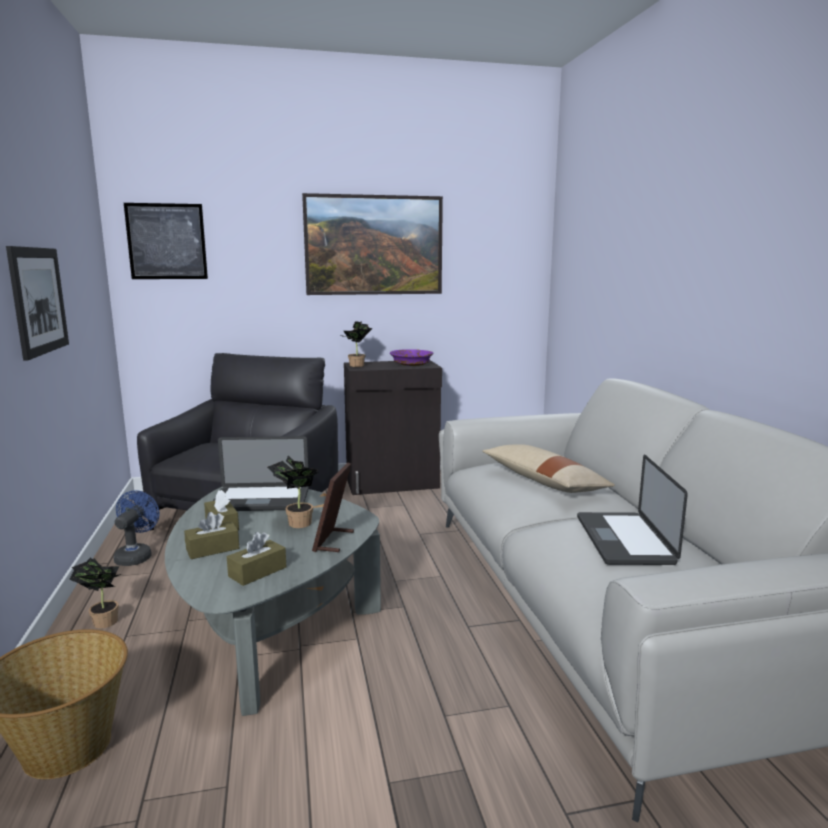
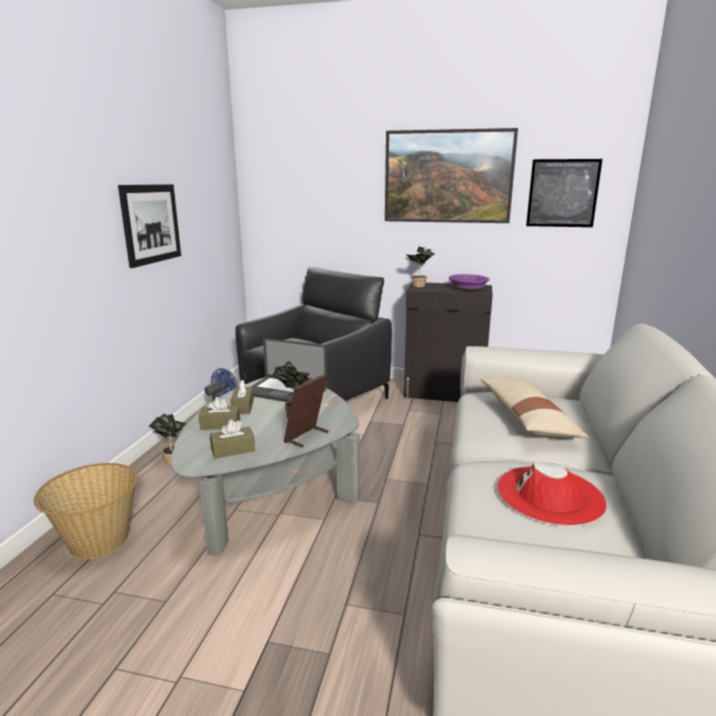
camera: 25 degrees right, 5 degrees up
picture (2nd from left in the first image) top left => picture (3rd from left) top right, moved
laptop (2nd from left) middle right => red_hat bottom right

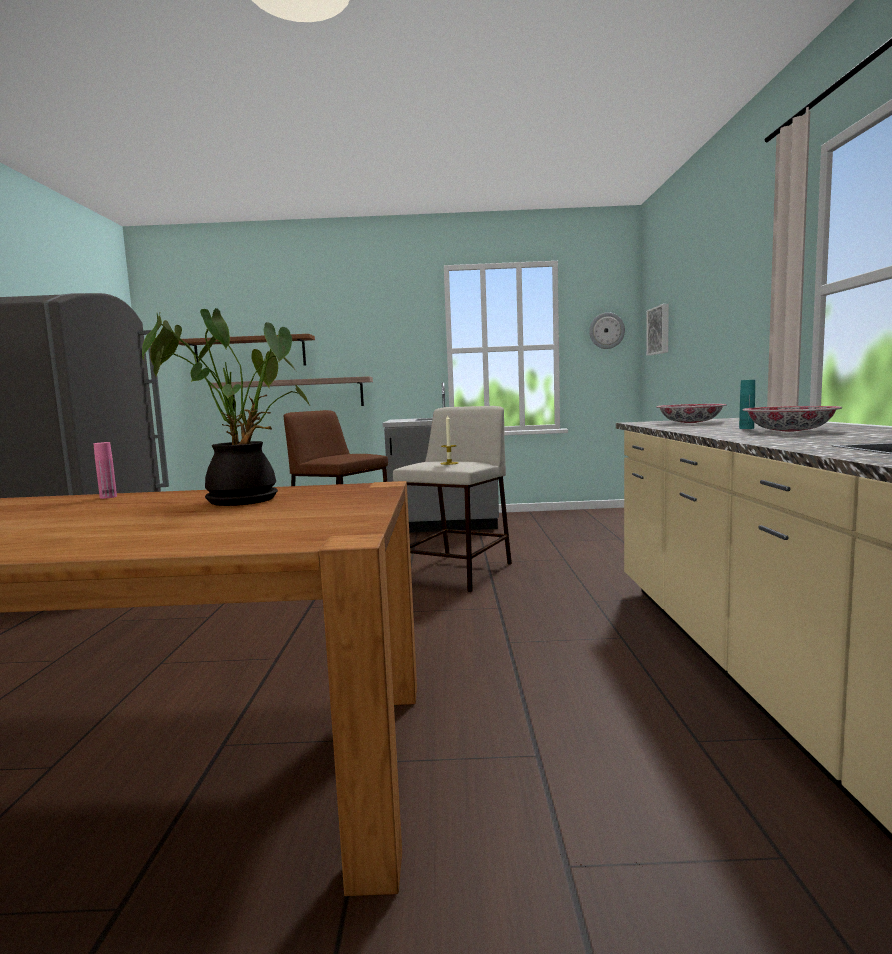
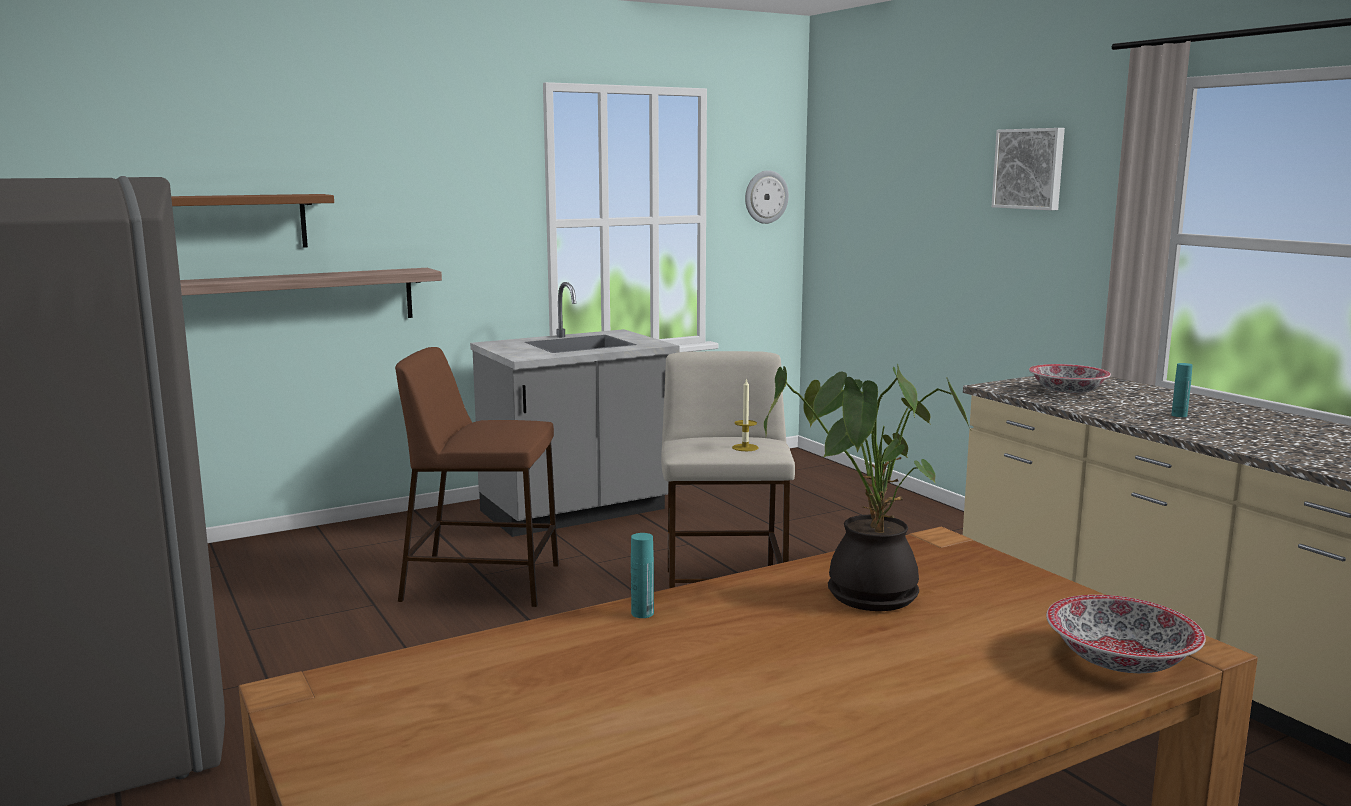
camera: 30 degrees left, 5 degrees up
picture middle right => picture top right, moved
bowl (2nd from left) middle right => bowl (2nd from left) bottom right, moved
pink_bottle middle left => turquoise_bottle (1st from left) bottom centre

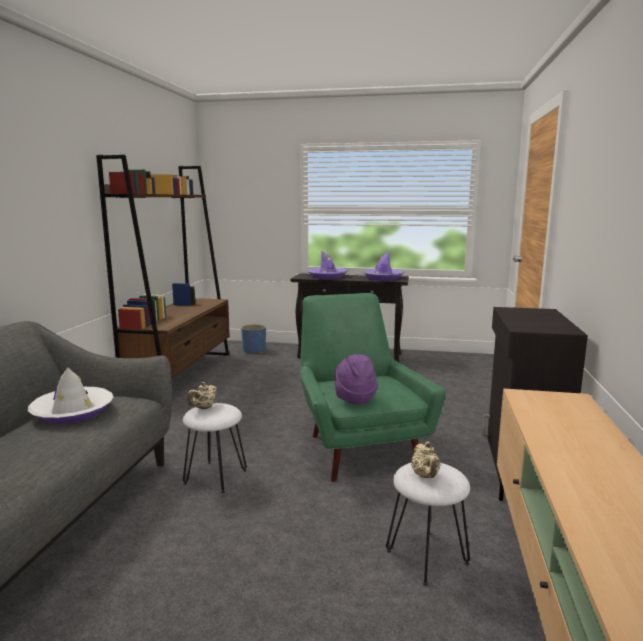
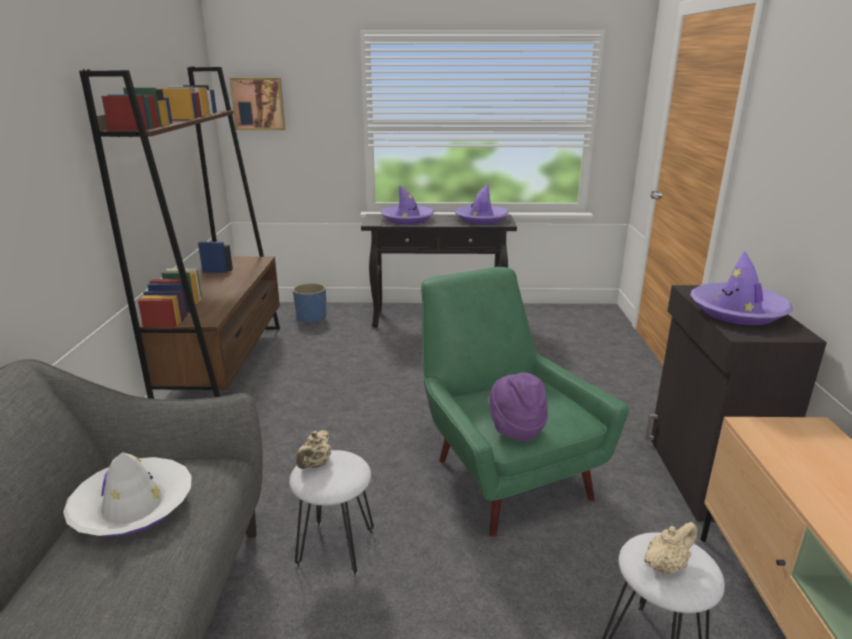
camera: 10 degrees left, 10 degrees up
nothing => picture top left
nothing => purple_hat (4th from left) middle right
beige_teapot (2nd from left) bottom centre => beige_teapot (2nd from left) bottom right, 105 degrees counterclockwise

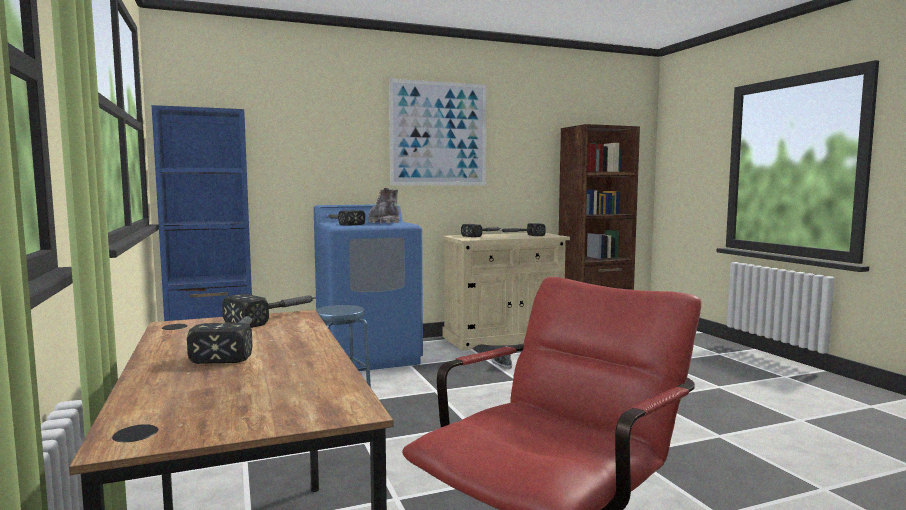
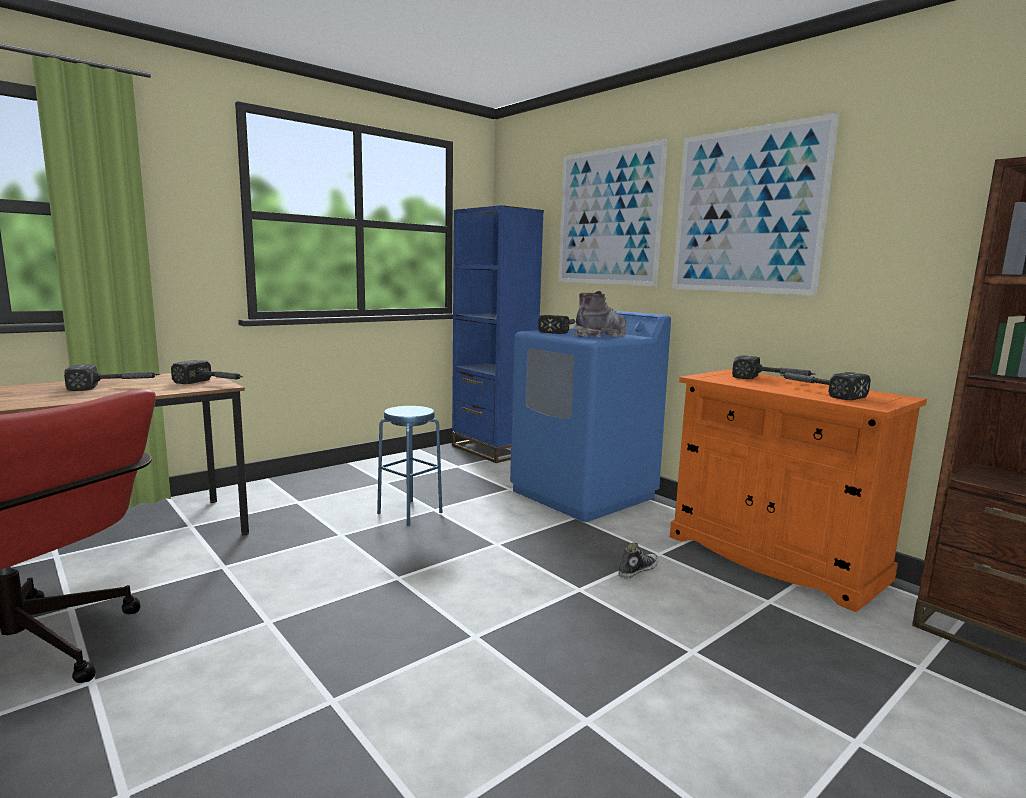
camera: 70 degrees right, 5 degrees up
nothing => picture (1st from left) top centre
beige_cabinet centre => orange_cabinet middle right

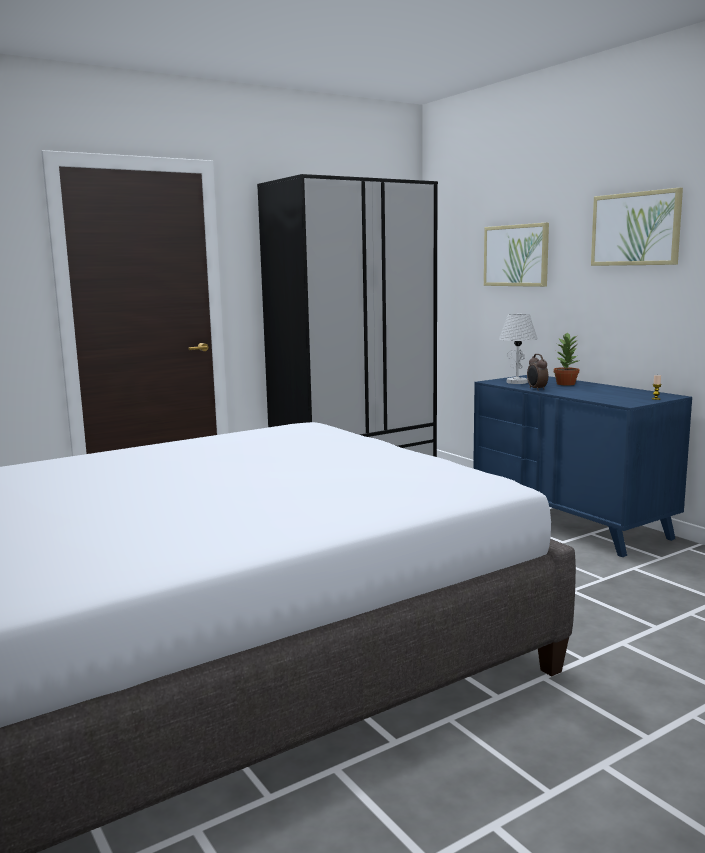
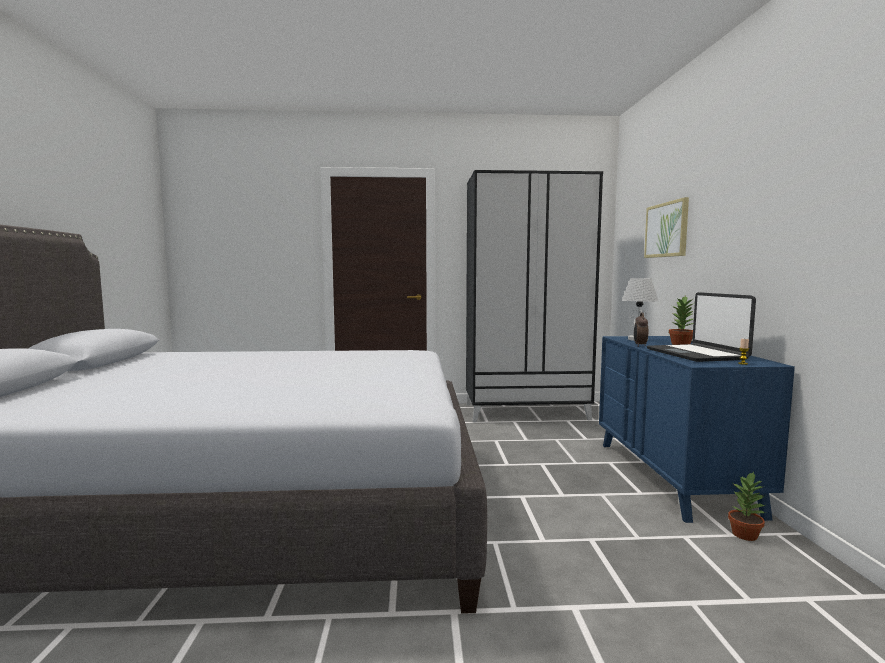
camera: 30 degrees right, 5 degrees down
picture (2nd from left) top right => nothing
nothing => laptop middle right
nothing => potted_plant (2nd from left) bottom right

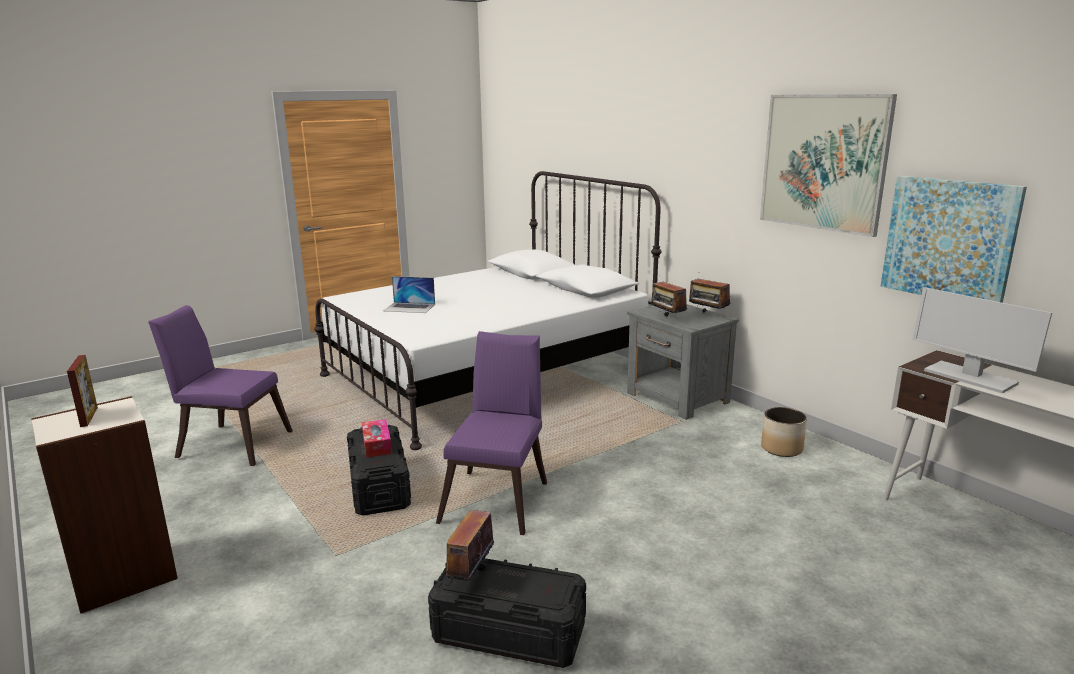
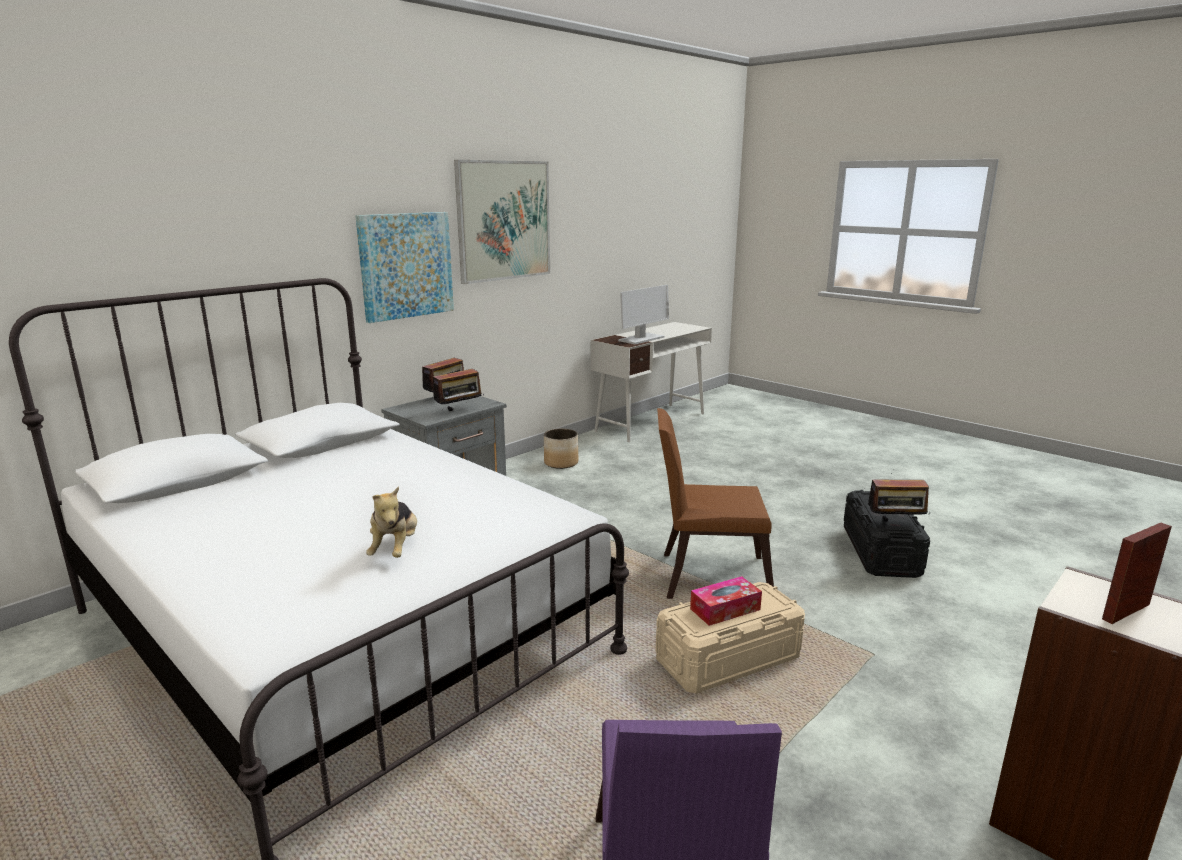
camera: 100 degrees left, 0 degrees up
picture (2nd from left in the first image) middle right => picture (1st from left) top centre, moved
laptop centre => plush_toy middle left
black_storage_box (1st from left) bottom centre => beige_storage_box bottom centre
purple_chair (2nd from left) centre => brown_chair centre

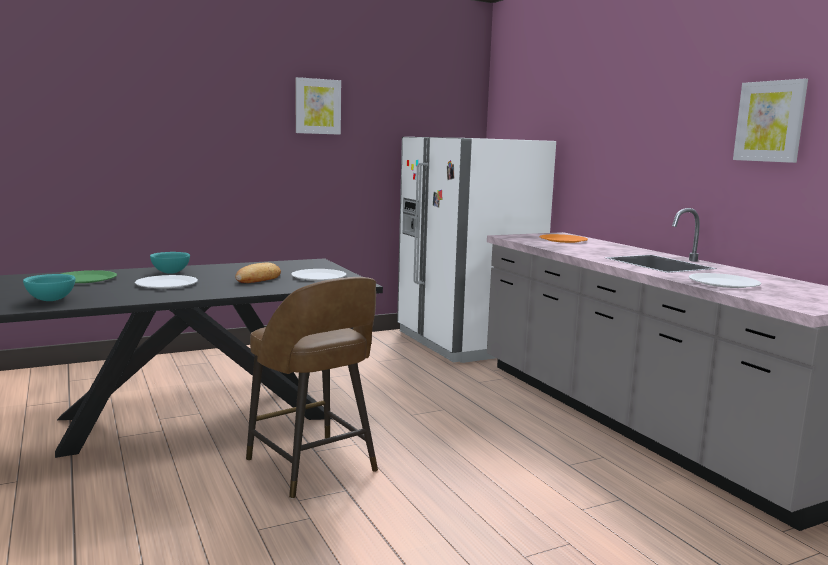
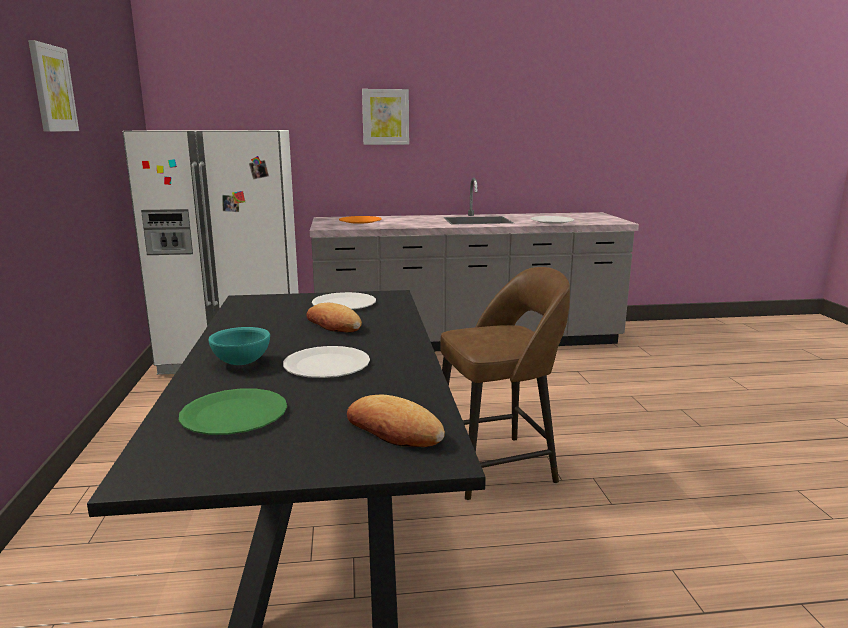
camera: 70 degrees left, 5 degrees up
picture (2nd from left) top right => picture (2nd from left) top centre, moved
turquoise_bowl (1st from left) middle left => bread (2nd from left) bottom centre

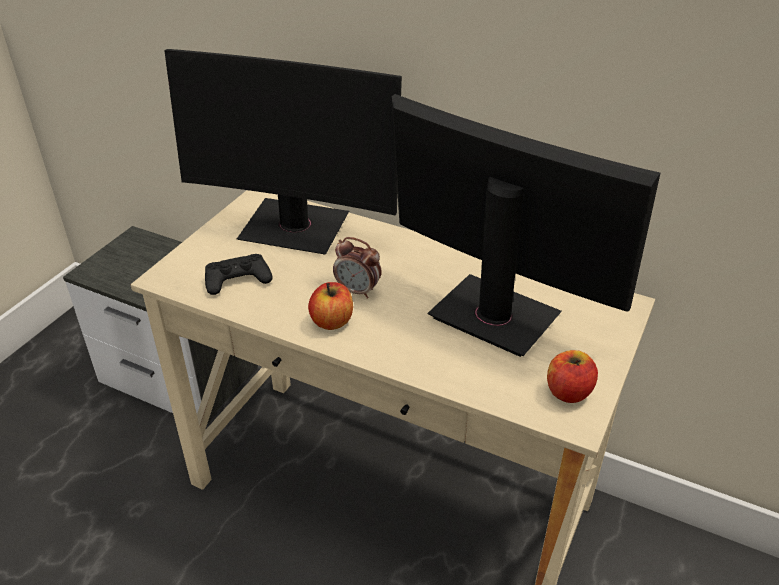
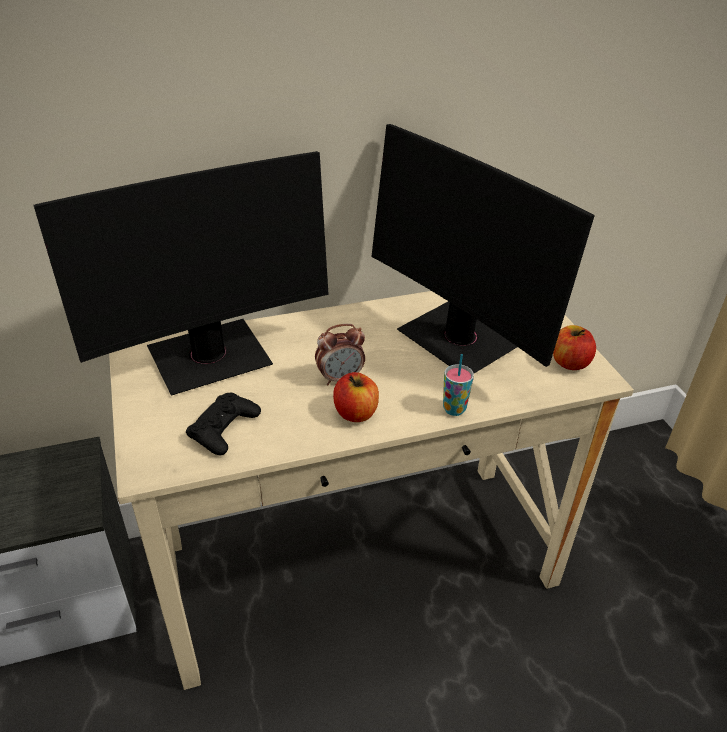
camera: 45 degrees left, 0 degrees up
nothing => cup centre
monitor (2nd from left) middle right => monitor (2nd from left) centre, 120 degrees counterclockwise

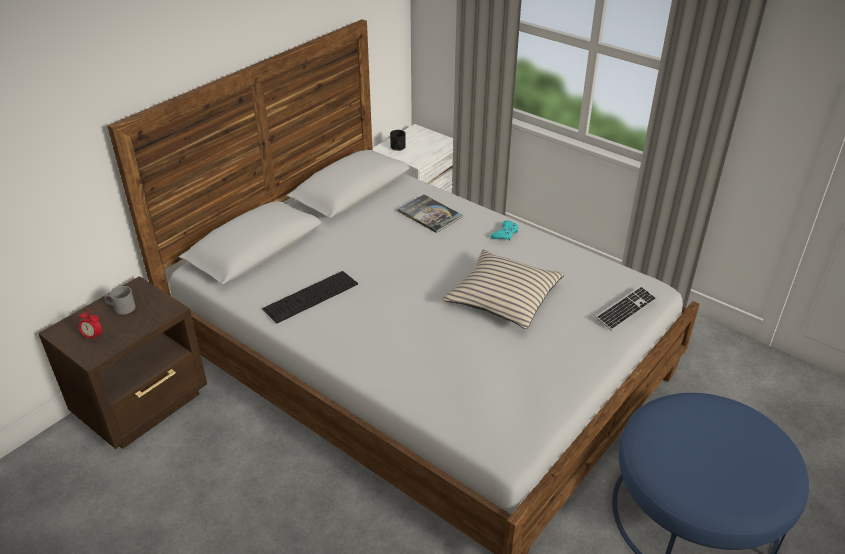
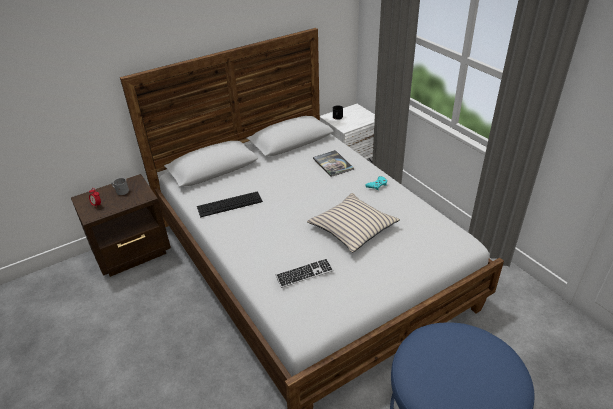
camera: 20 degrees right, 0 degrees up
keyboard (2nd from left) middle right => keyboard (2nd from left) bottom centre, moved

